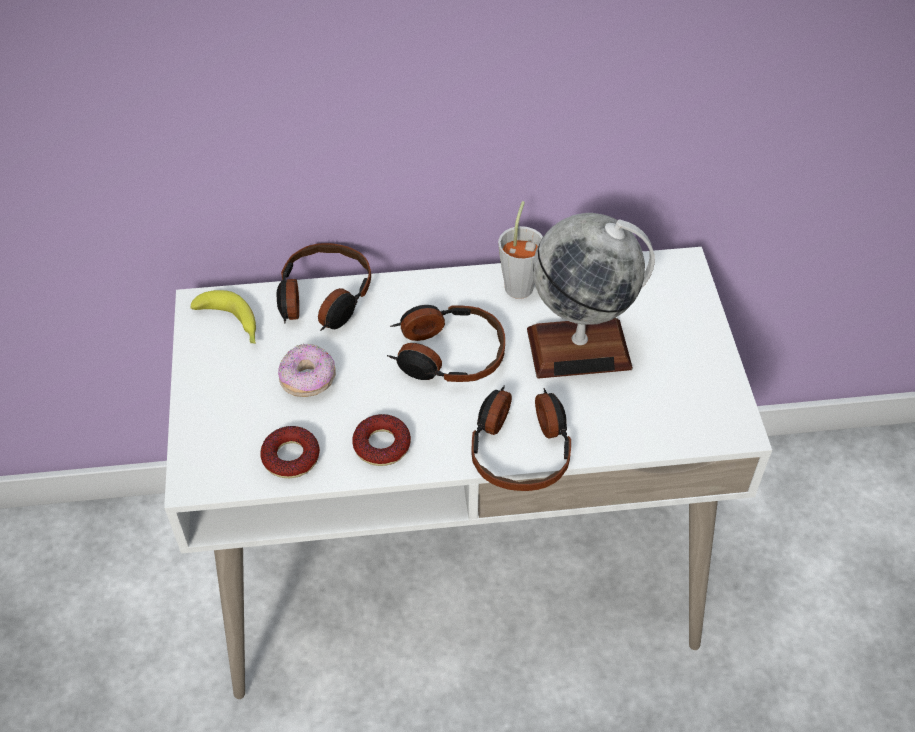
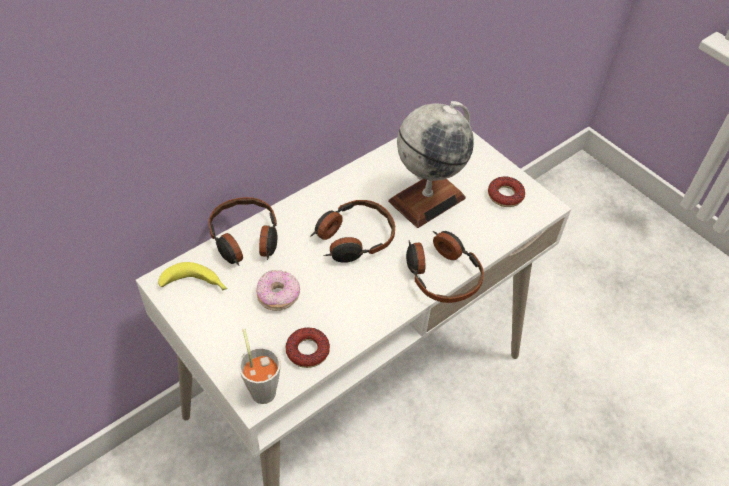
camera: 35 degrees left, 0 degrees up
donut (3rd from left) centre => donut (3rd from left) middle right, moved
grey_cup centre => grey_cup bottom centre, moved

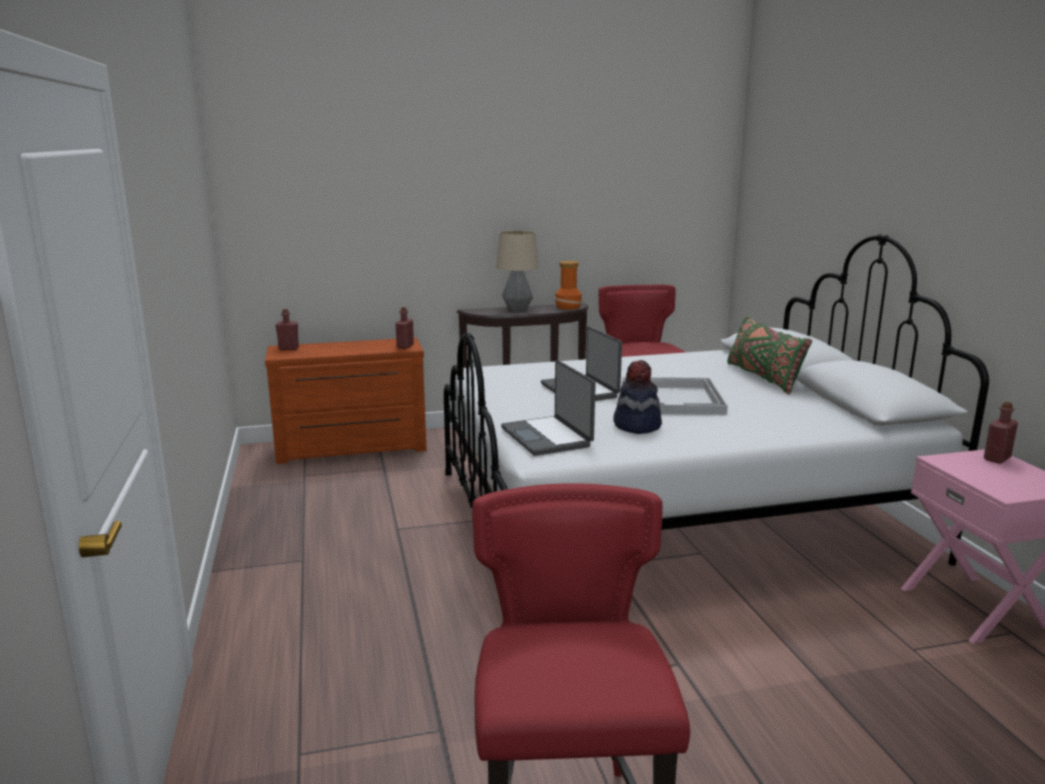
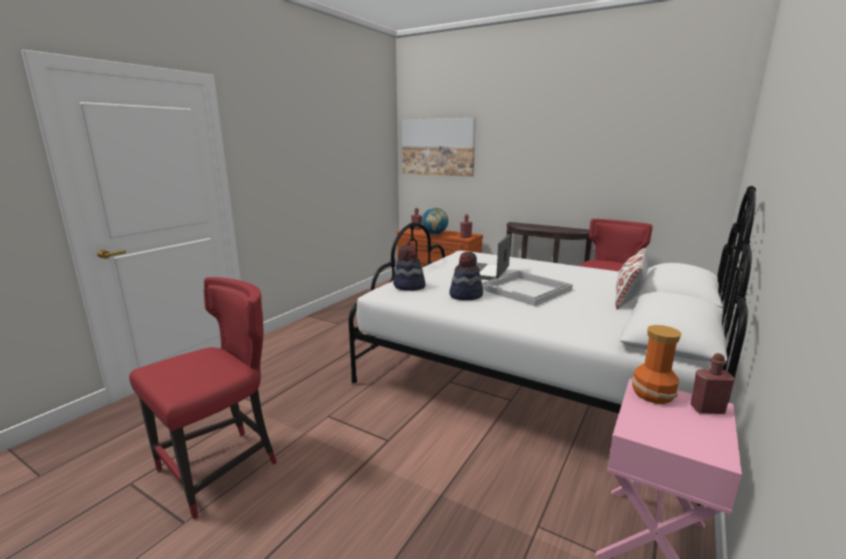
camera: 45 degrees right, 0 degrees up
table_lamp centre => nothing
nothing => picture top centre
nothing => globe centre
vase centre => vase middle right, moved
laptop (1st from left) centre => hat (1st from left) centre
green_pillow middle right => white_pillow middle right

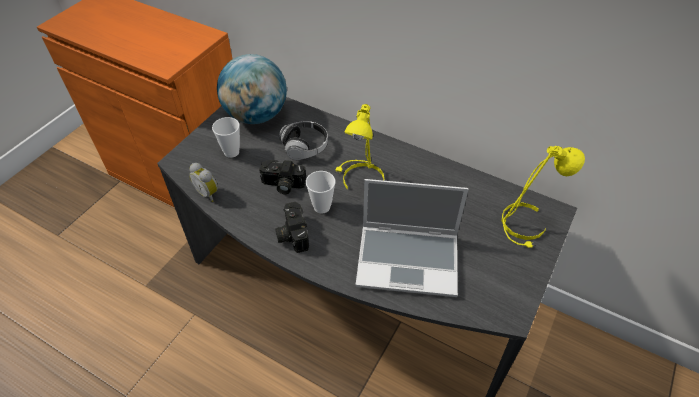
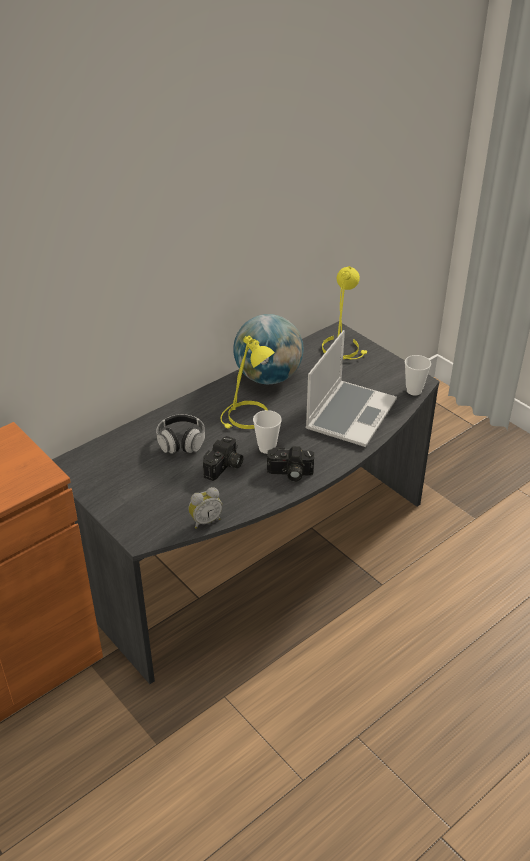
camera: 70 degrees left, 10 degrees down
cup (1st from left in the first image) middle left => cup (2nd from left) middle right, moved
globe top centre => globe centre, moved

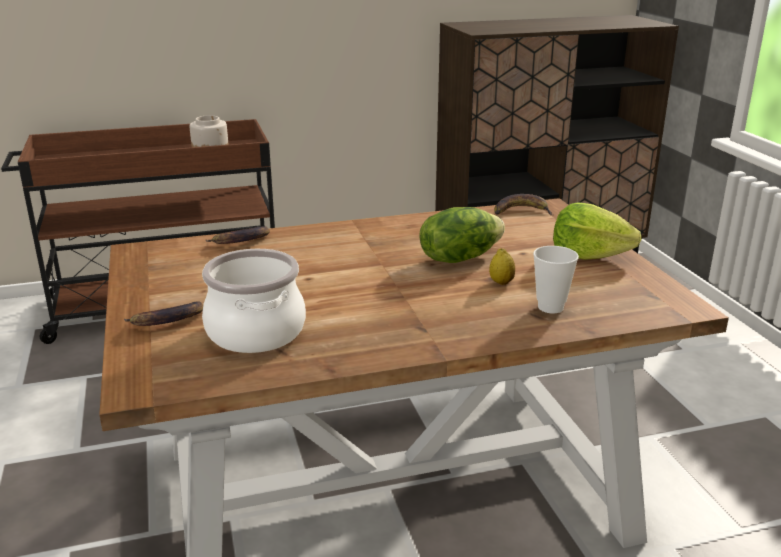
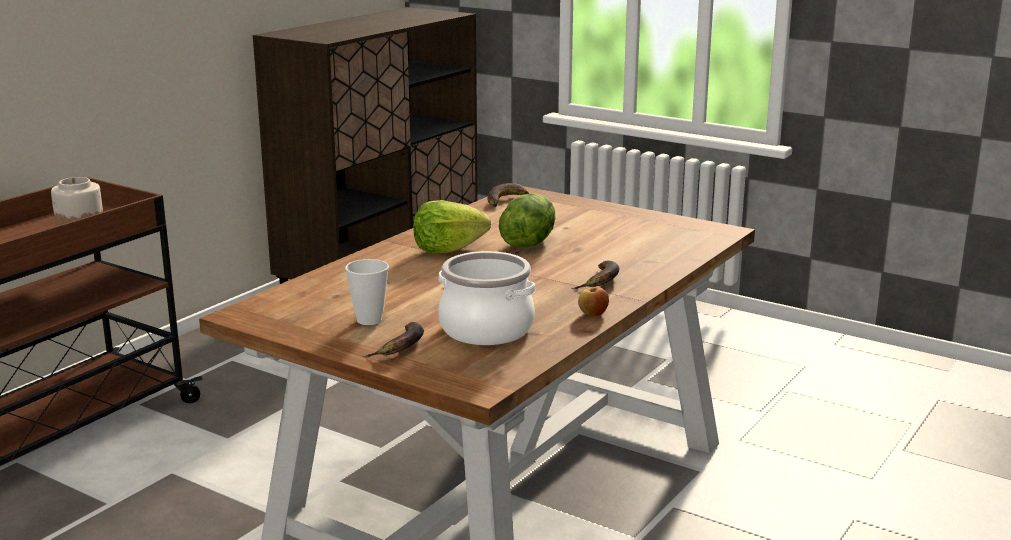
camera: 40 degrees left, 5 degrees down
lemon centre => nothing
nothing => apple centre
banana (2nd from left in the first image) middle left => banana (3rd from left) centre, moved
cup middle right => cup centre, moved
lettuce (2nd from left in the first image) middle right => lettuce (1st from left) centre, moved

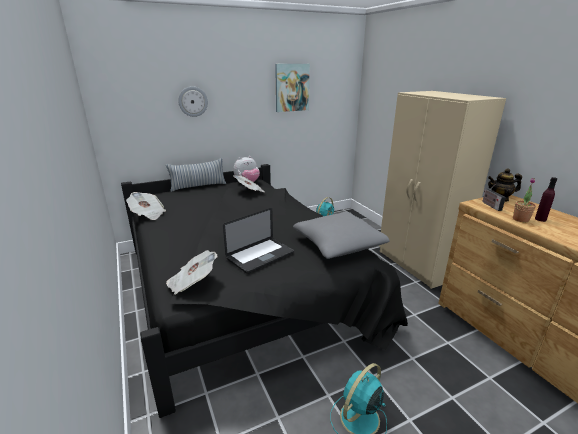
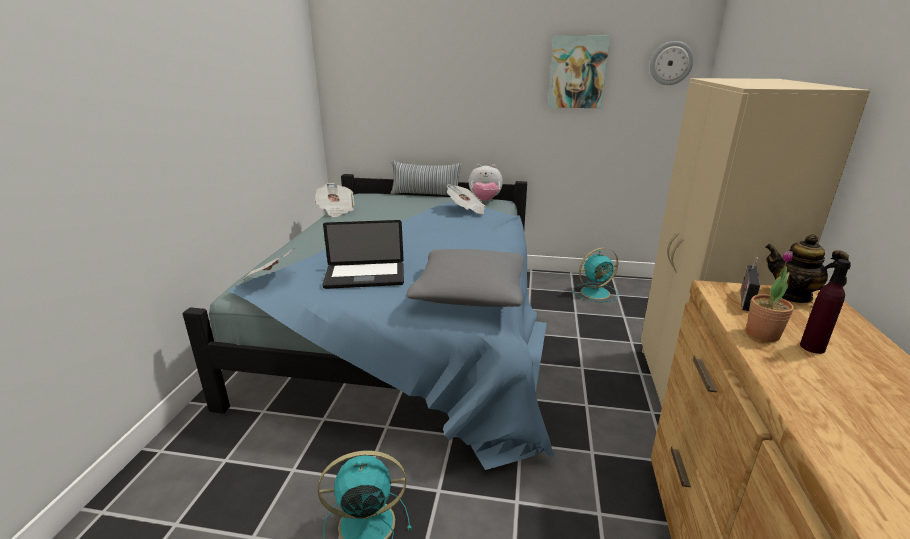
camera: 35 degrees right, 0 degrees up
wall_clock top centre => wall_clock top right, moved
black_bed bottom centre => blue_bed centre

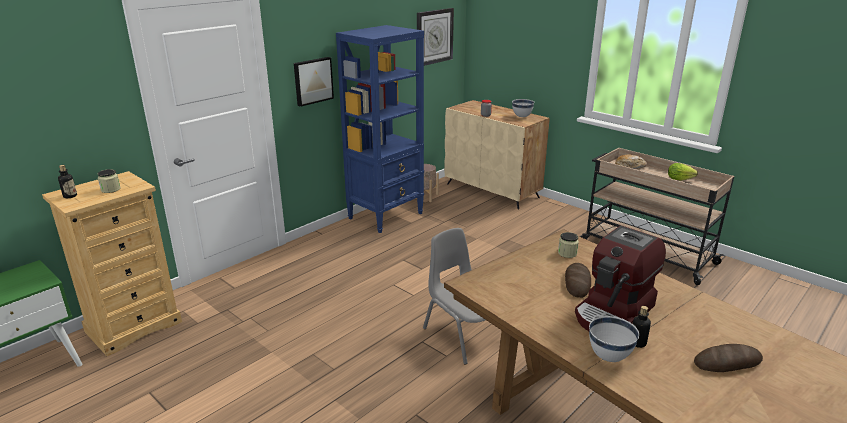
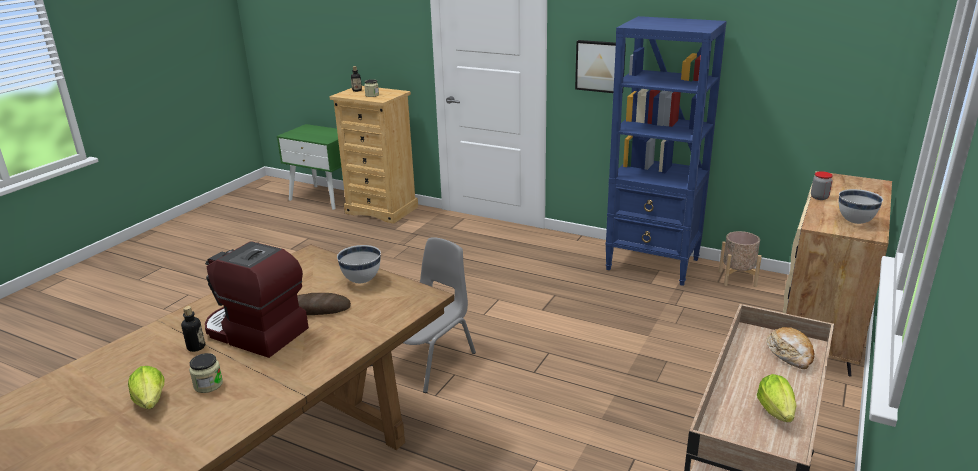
camera: 75 degrees right, 0 degrees up
wall_clock top centre => nothing
jar (3rd from left in the first image) middle right => jar (1st from left) bottom left, moved
white_bowl (2nd from left in the first image) bottom right => white_bowl (1st from left) centre, moved
bread (3rd from left) bottom right => lettuce (1st from left) bottom left

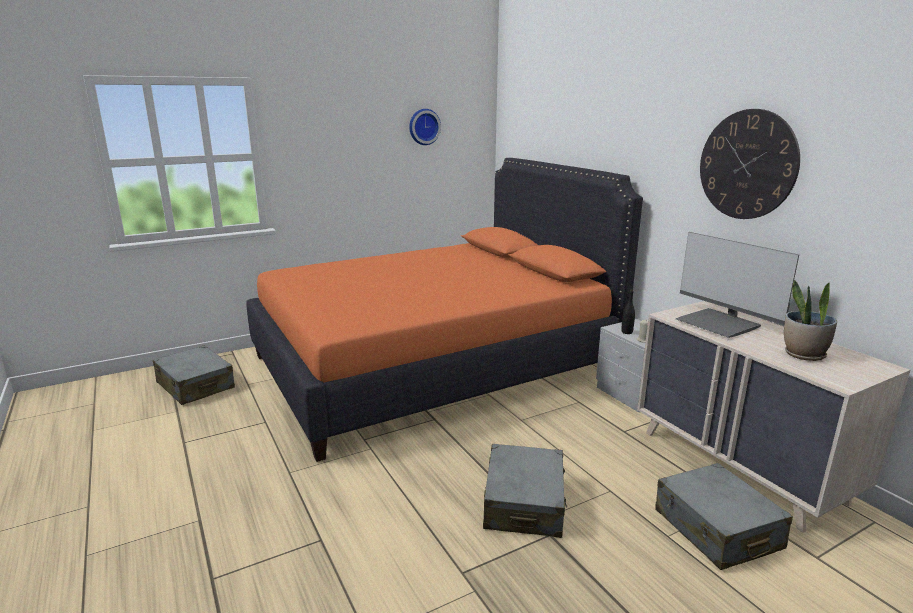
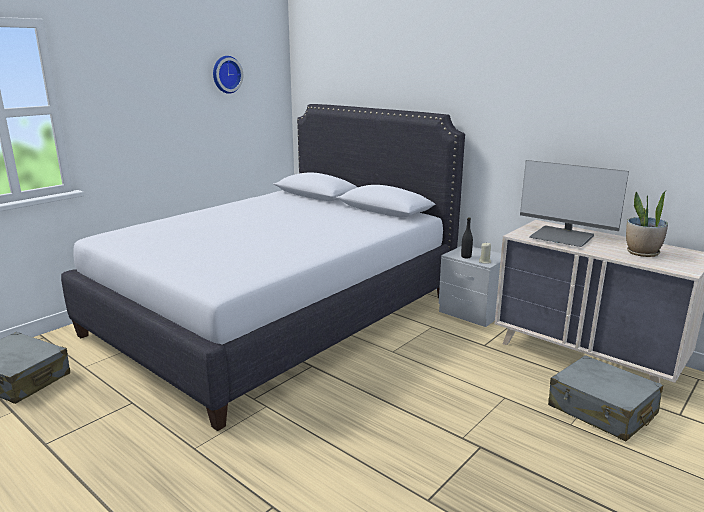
camera: 20 degrees left, 0 degrees up
grey_suitcase (2nd from left) bottom centre => nothing
wall_clock (2nd from left) top right => nothing
orange_bed centre => white_bed centre

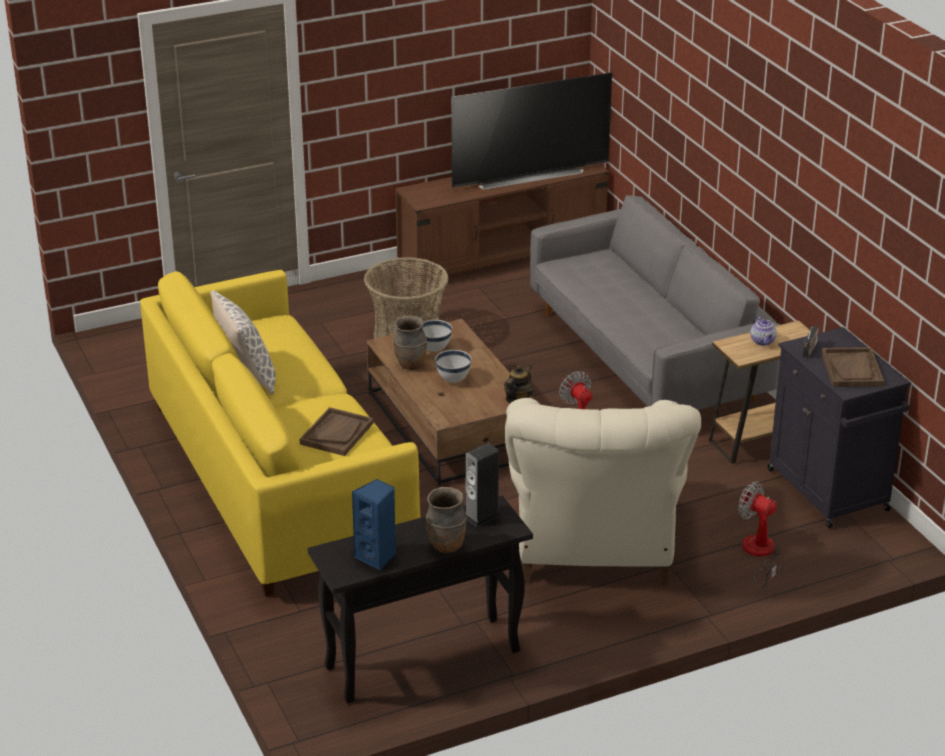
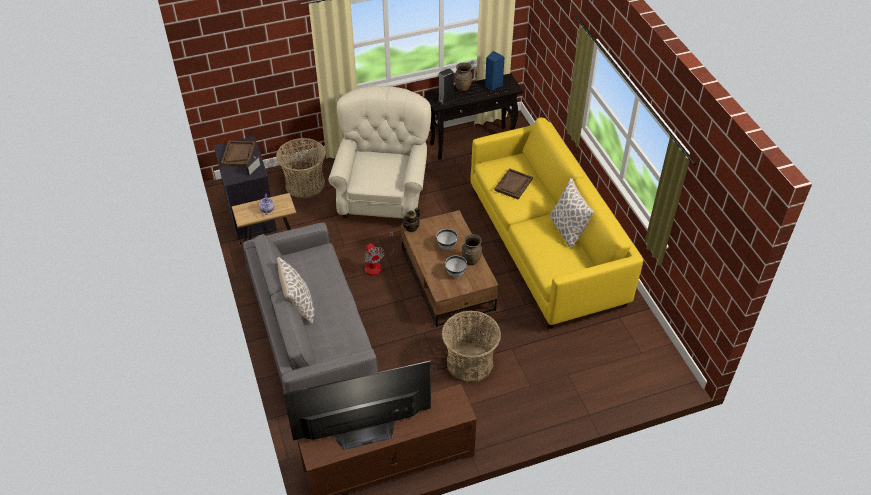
camera: 175 degrees left, 15 degrees up
nothing => pillow (1st from left) centre
fan (2nd from left) bottom right => basket (1st from left) centre

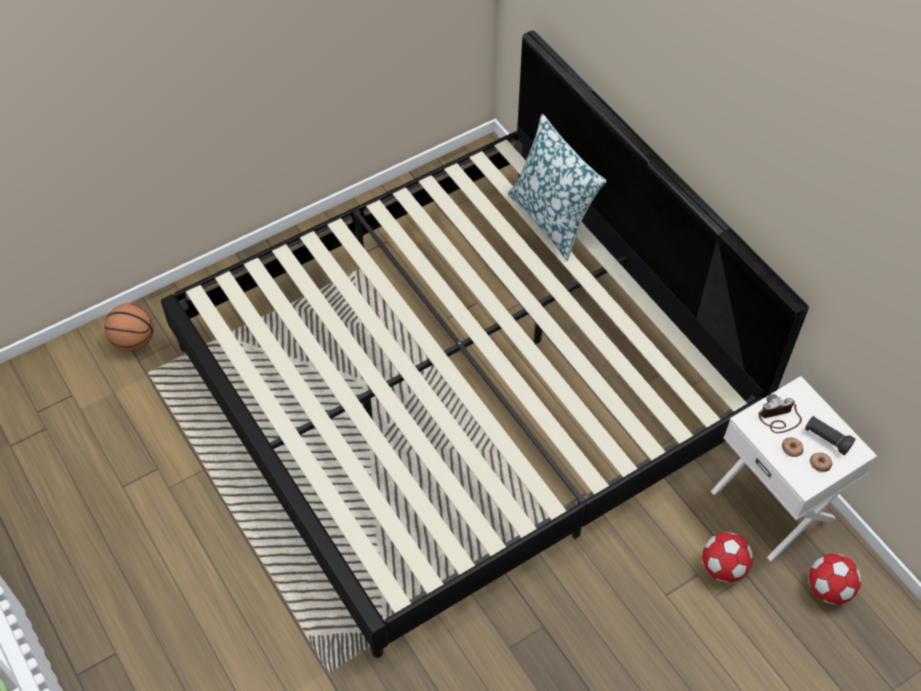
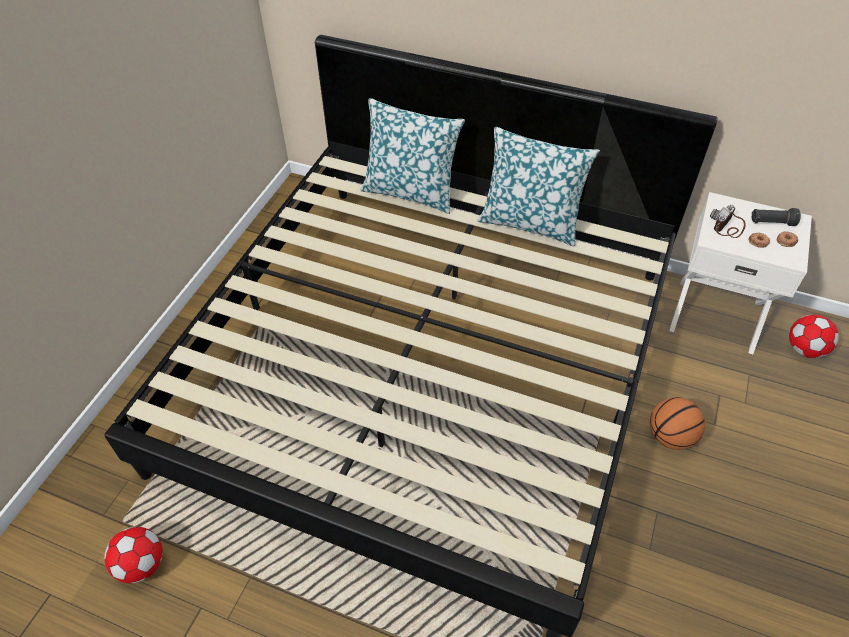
camera: 35 degrees left, 5 degrees down
nothing => pillow (2nd from left) top centre
basketball middle left => basketball middle right, moved
football (1st from left) bottom right => football (1st from left) bottom left, moved

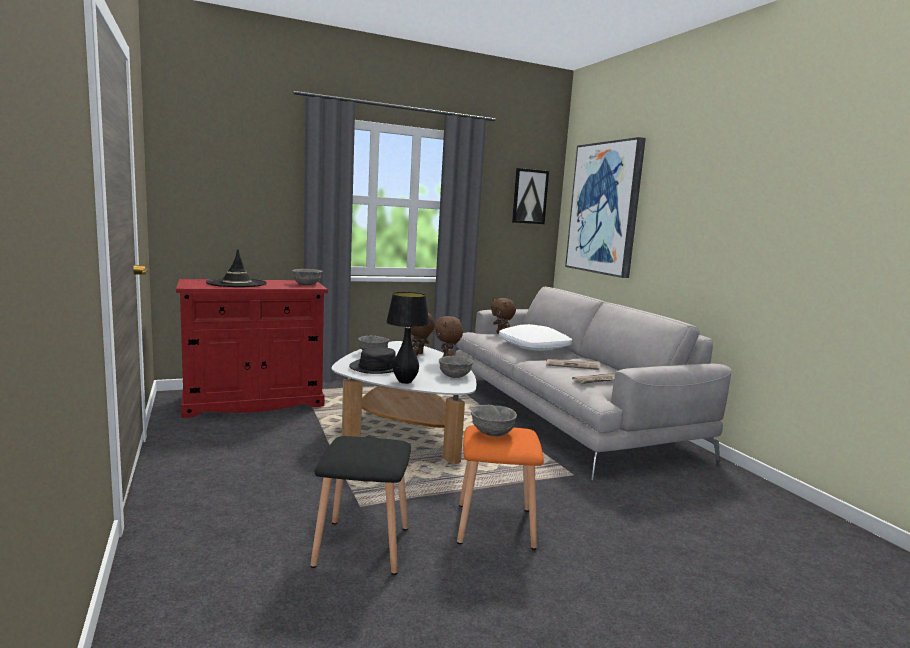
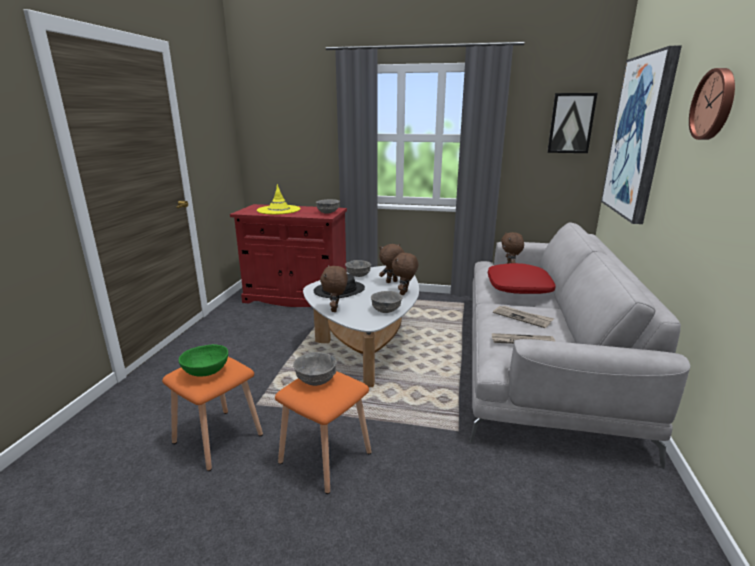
camera: 35 degrees right, 10 degrees up
nothing => green_bowl middle left
nothing => wall_clock top right
black_table_lamp centre => brown_plush_toy (1st from left) centre
black_hat (1st from left) middle left => yellow_hat centre
black_stool bottom centre => orange_stool (1st from left) bottom left
white_pillow centre => red_pillow middle right

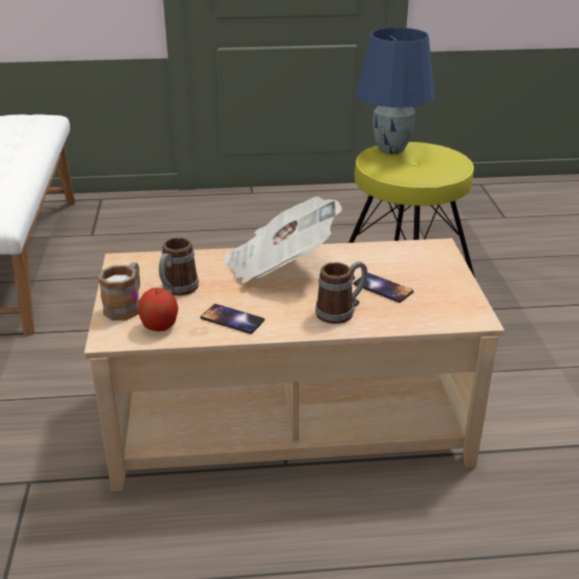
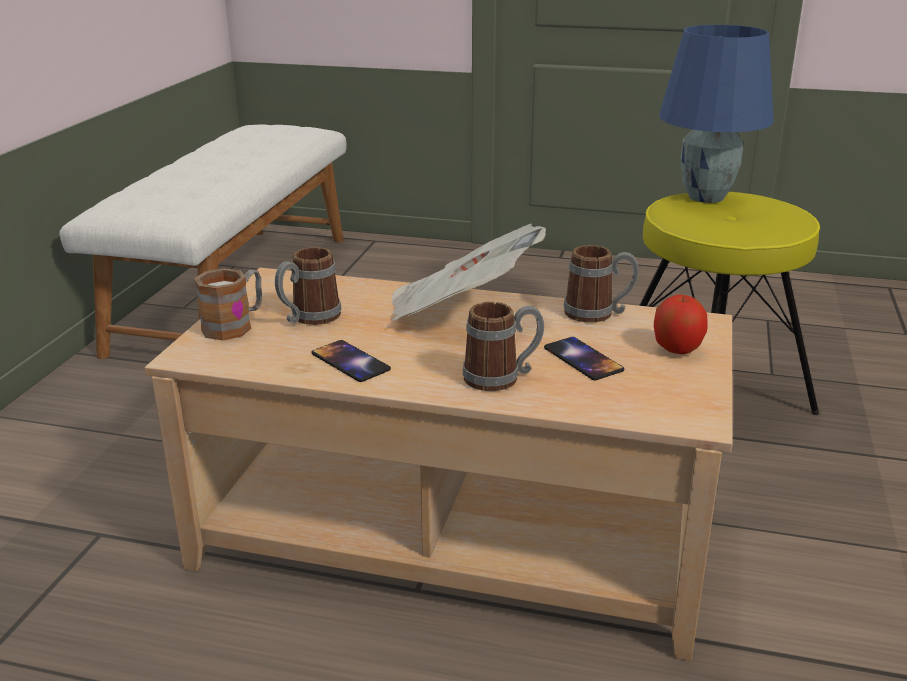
camera: 20 degrees right, 5 degrees down
nothing => mug (4th from left) centre
apple middle left => apple middle right, moved

